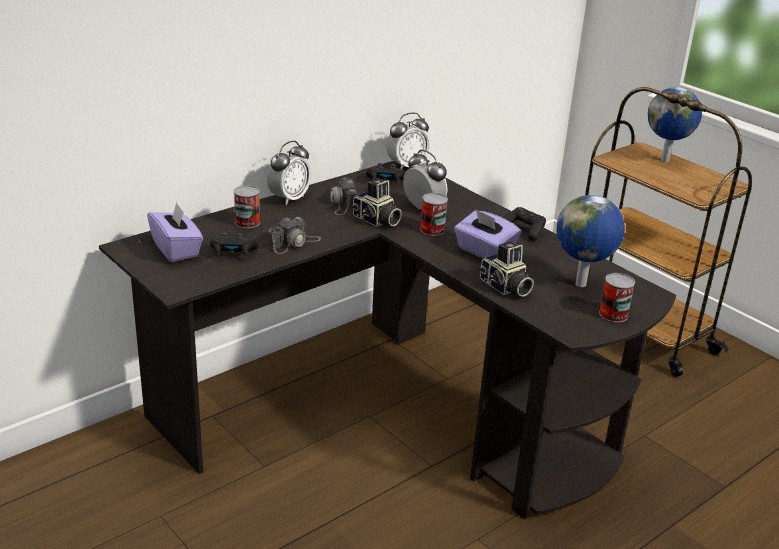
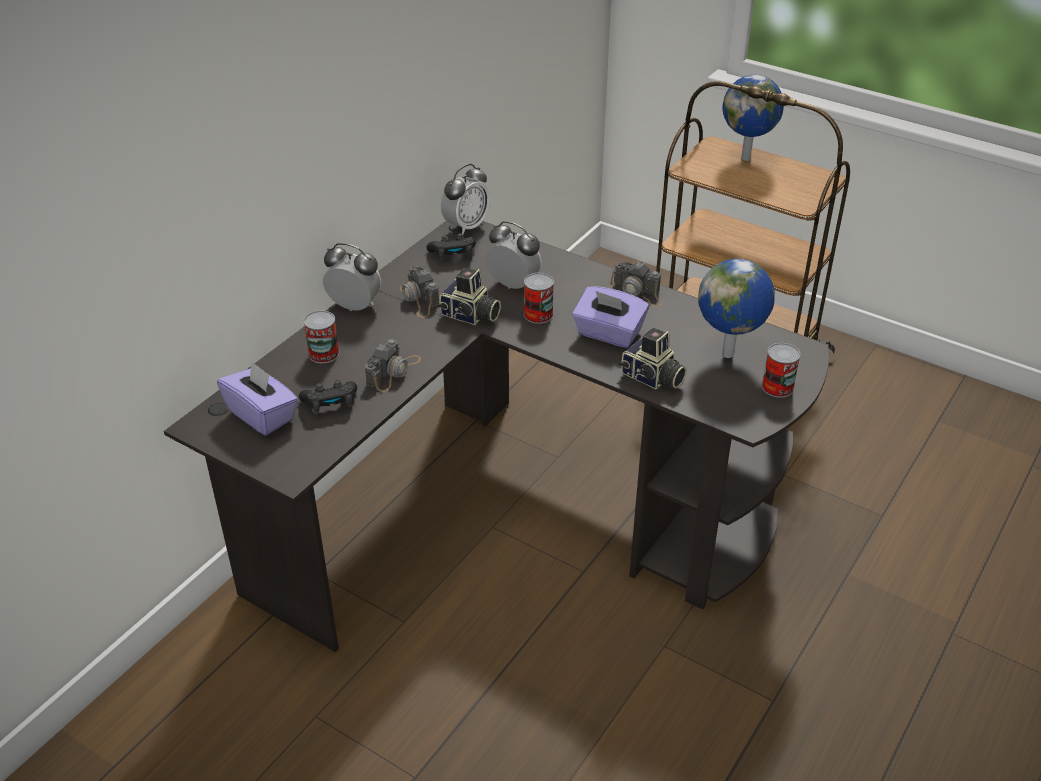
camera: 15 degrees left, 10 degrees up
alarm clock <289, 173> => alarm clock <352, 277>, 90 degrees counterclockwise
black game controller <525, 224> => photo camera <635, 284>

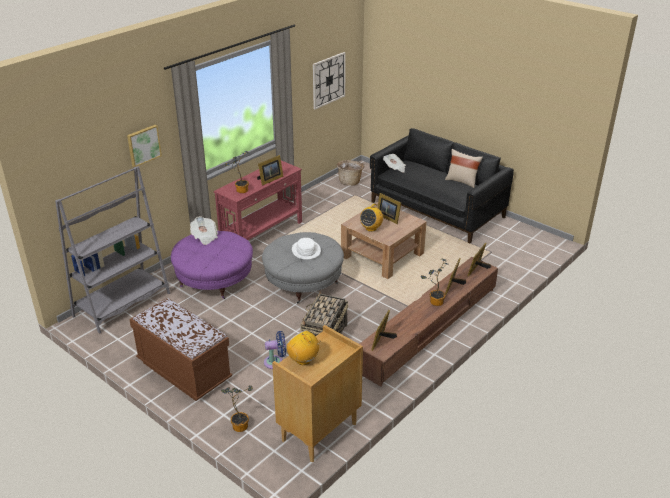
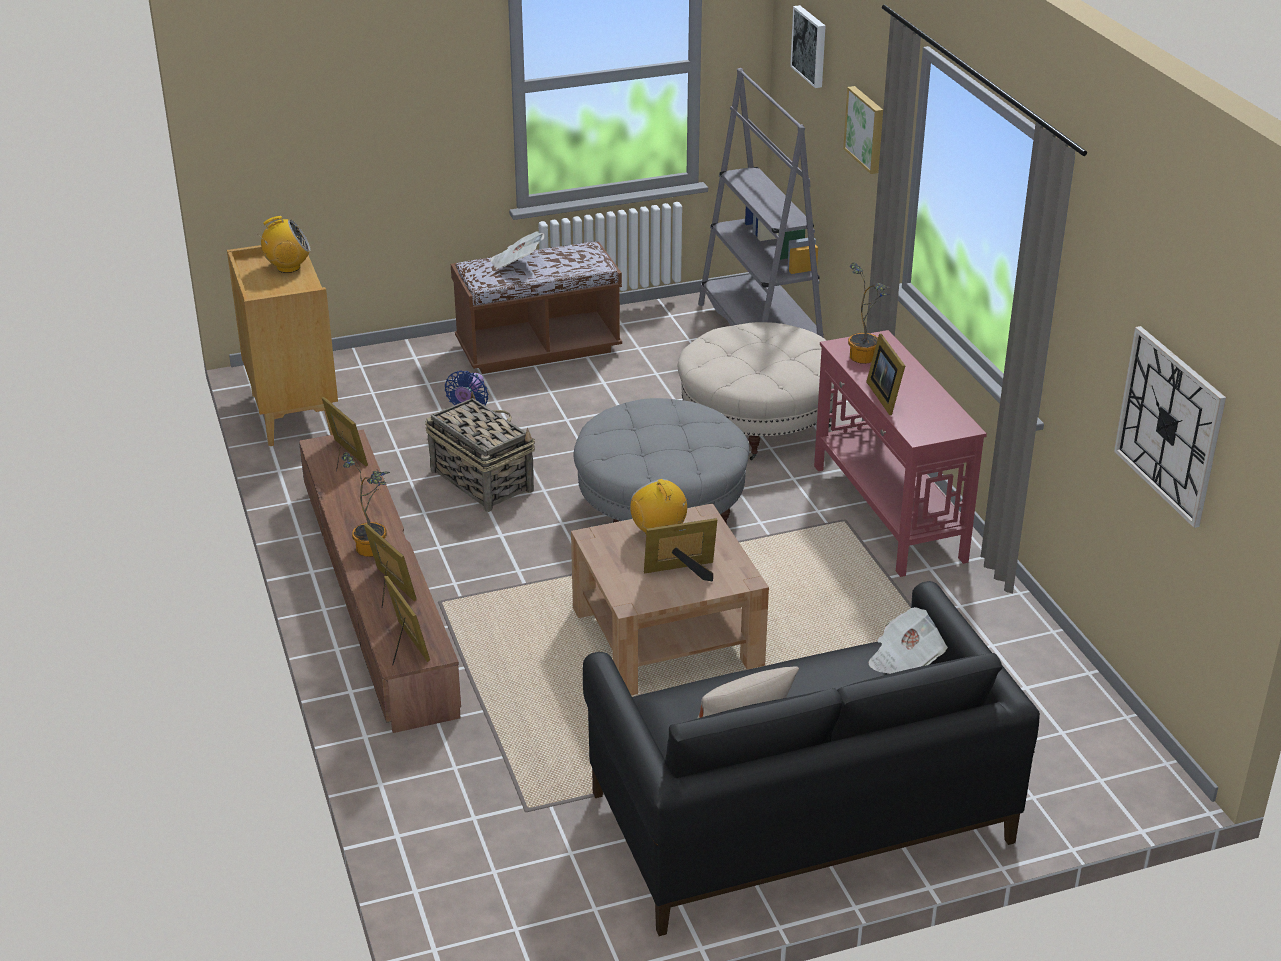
camera: 120 degrees right, 0 degrees up
newspaper <204, 230> => newspaper <517, 250>, relocated
purple ottoman <212, 265> => beige ottoman <756, 391>
nothing => picture <807, 46>
potted plant <237, 409> => nothing
white hat <306, 248> => nothing
basket <351, 173> => nothing

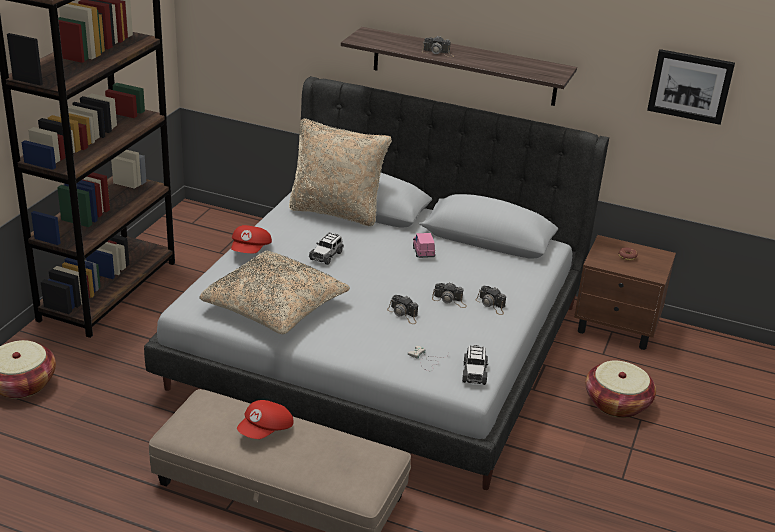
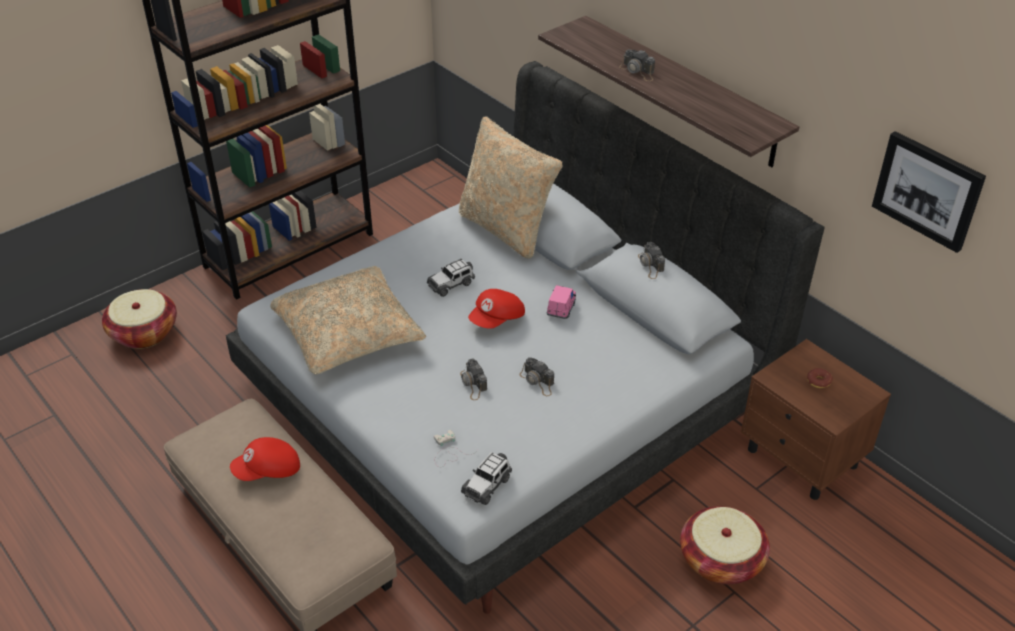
camera: 30 degrees right, 10 degrees up
red cap <251, 239> => red cap <496, 309>, relocated
photo camera <490, 300> => photo camera <651, 260>, relocated

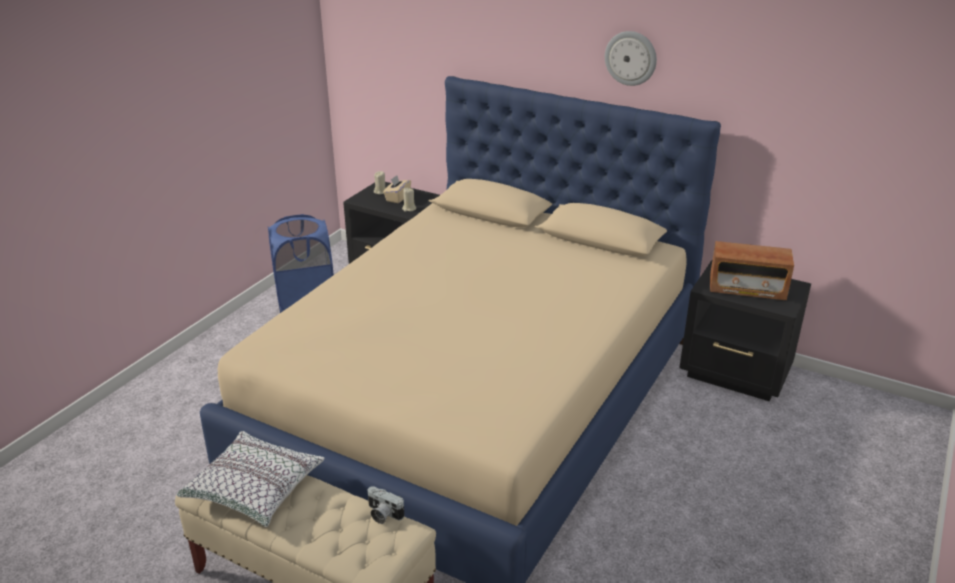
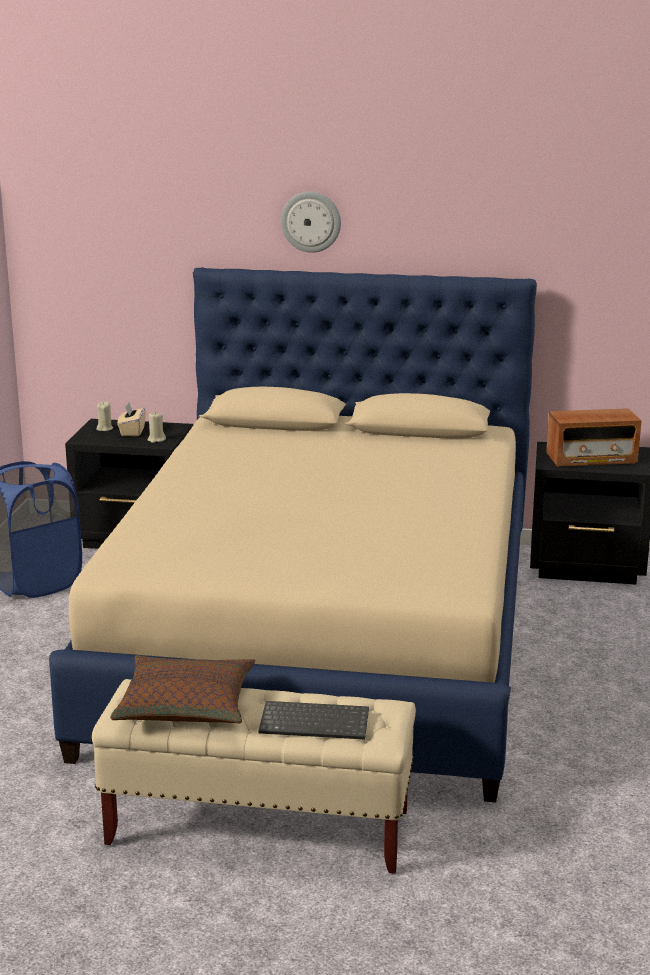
camera: 20 degrees left, 10 degrees down
white pillow <251, 479> => brown pillow <182, 689>
nothing => keyboard <314, 720>
wall clock <631, 58> => wall clock <311, 222>, relocated
photo camera <386, 505> => nothing

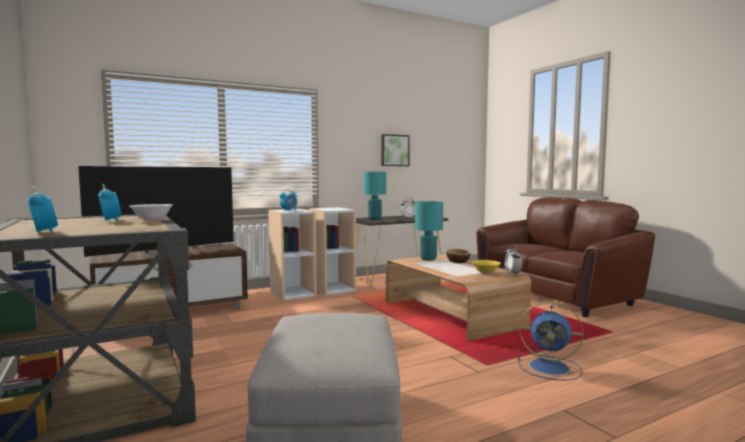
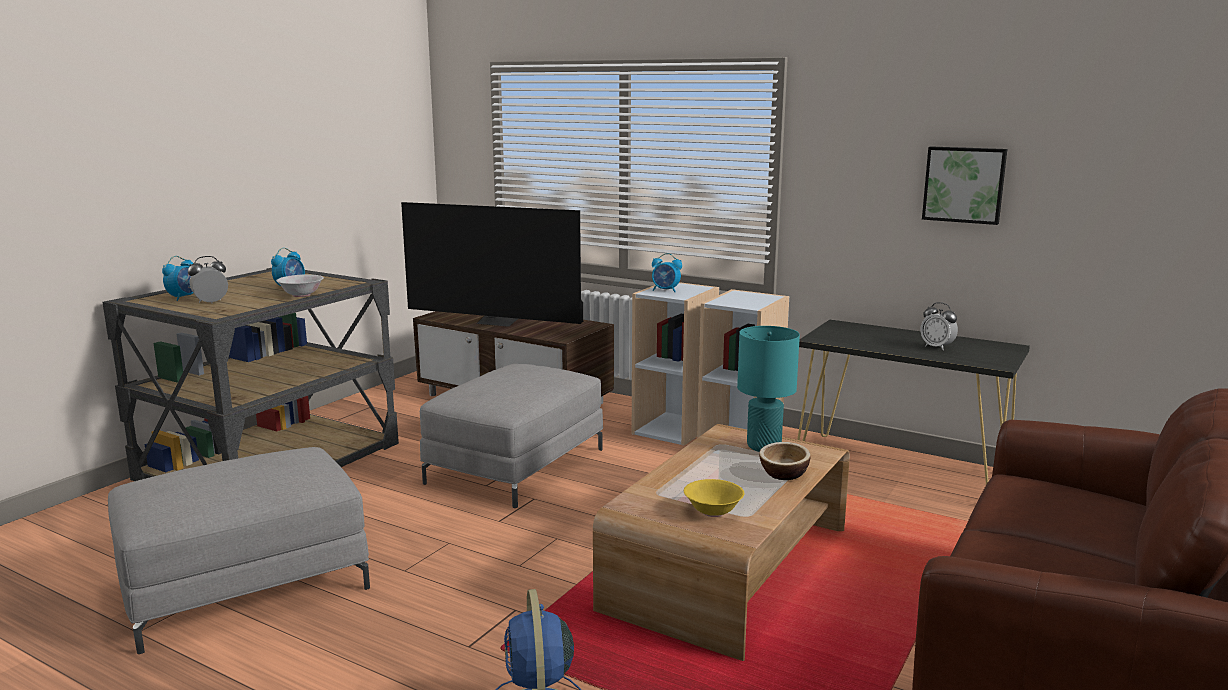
camera: 60 degrees right, 10 degrees up
alarm clock <513, 260> => alarm clock <208, 279>, relocated
nothing => grey ottoman <511, 436>
turquoise table lamp <374, 195> => nothing

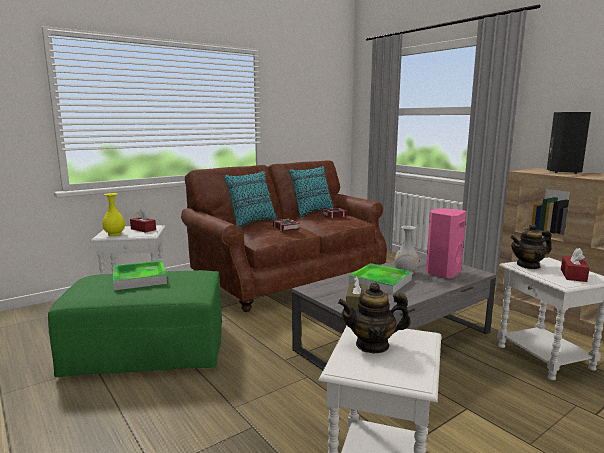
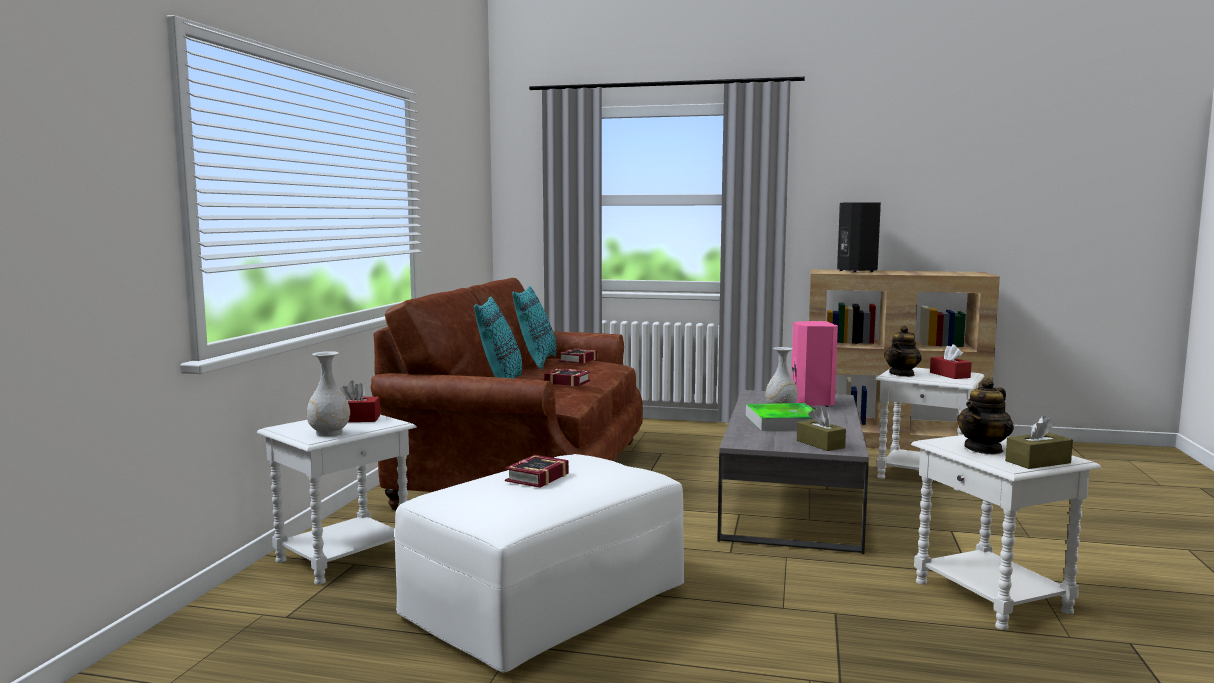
camera: 40 degrees left, 5 degrees down
yellow vase <114, 214> => white vase <328, 393>
green ottoman <135, 323> => white ottoman <539, 563>
tray <140, 275> => book <537, 471>
nothing => brown tissue box <1039, 442>

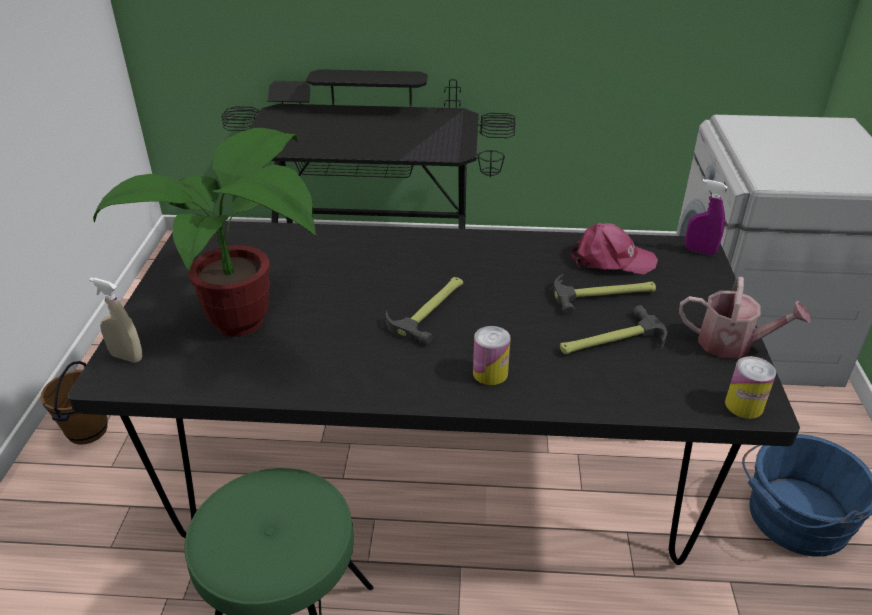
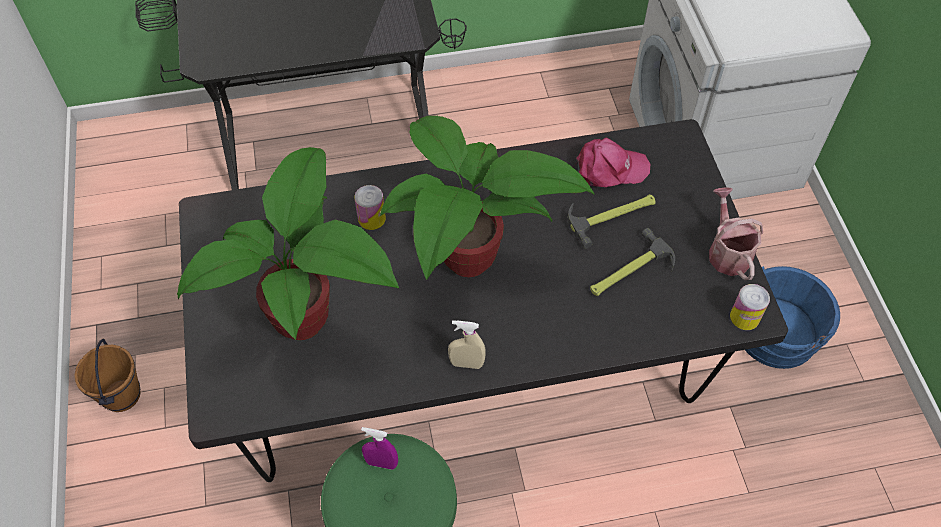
camera: 15 degrees left, 20 degrees up
can <492, 355> => can <370, 207>, relocated
purple spray bottle <706, 217> => purple spray bottle <379, 448>, relocated
hammer <424, 311> => potted plant <487, 198>
beige spray bottle <115, 320> => beige spray bottle <467, 344>, relocated
watering can <745, 317> => watering can <736, 233>, 105 degrees counterclockwise

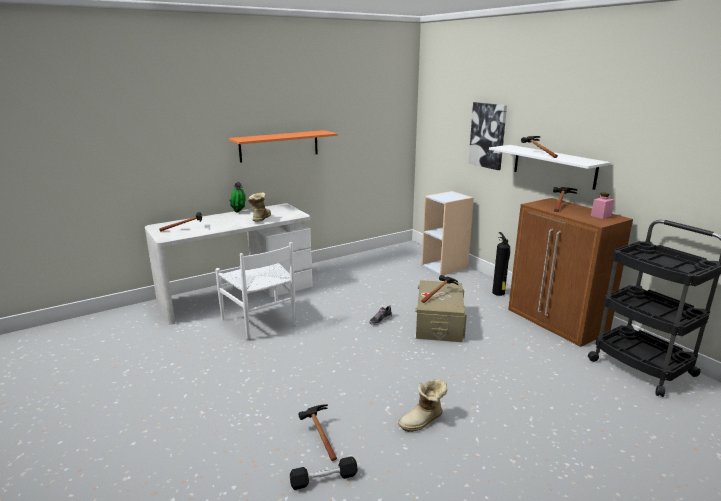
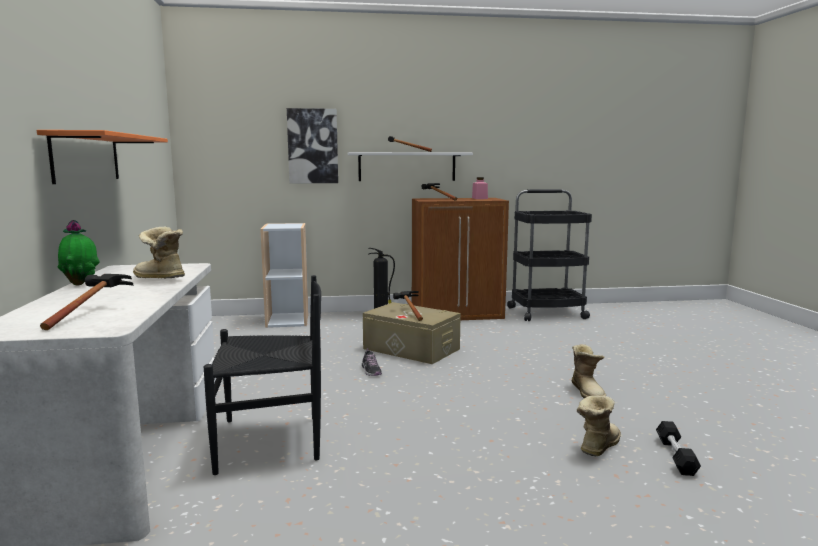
camera: 65 degrees left, 10 degrees down
white chair <255, 291> => black chair <262, 375>
hammer <318, 432> => boot <599, 425>

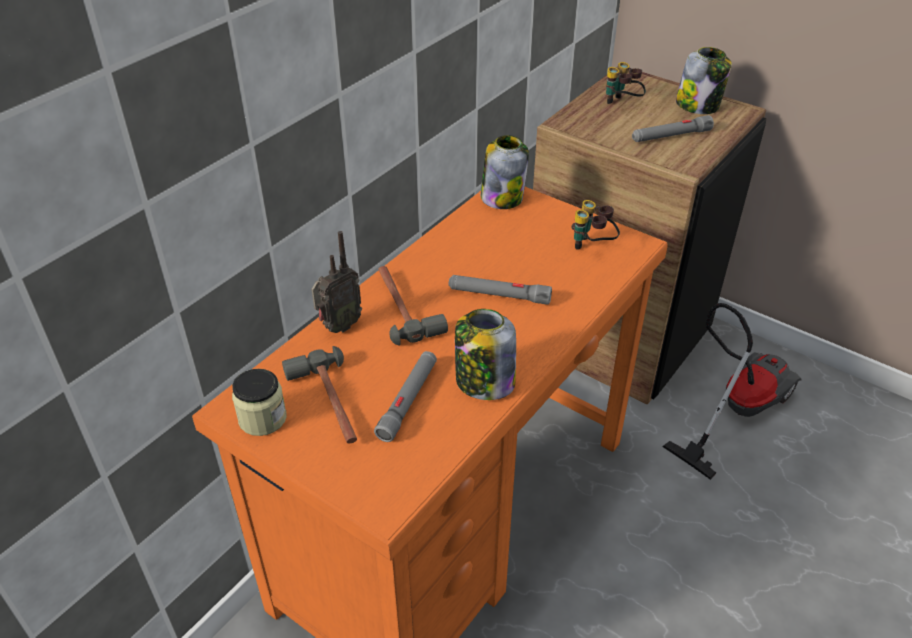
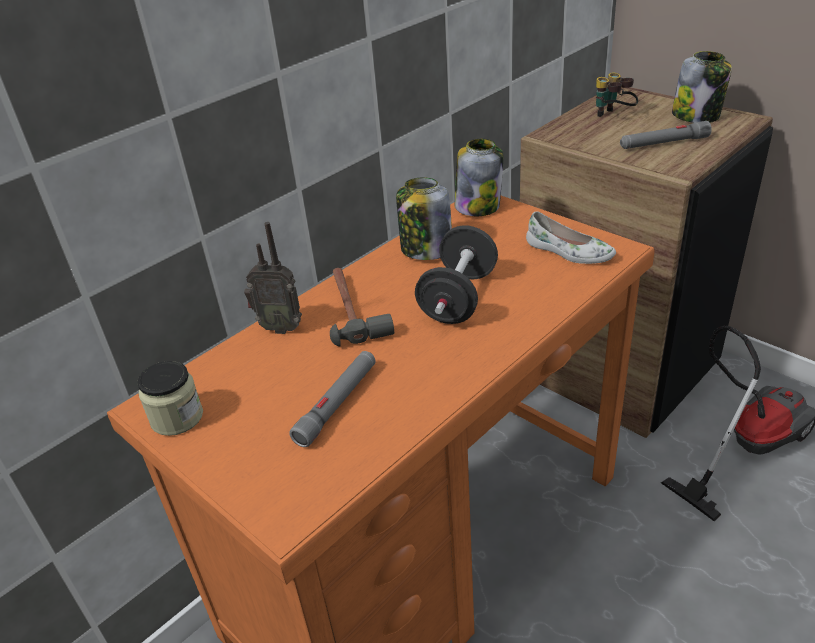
camera: 10 degrees right, 5 degrees down
radio <336, 282> => radio <273, 278>, 45 degrees clockwise
jar <485, 354> => jar <424, 219>, relocated
grey flashlight <500, 290> => black dumbbell <456, 275>
binoculars <595, 225> => white shoe <571, 237>
hammer <319, 395> => nothing

